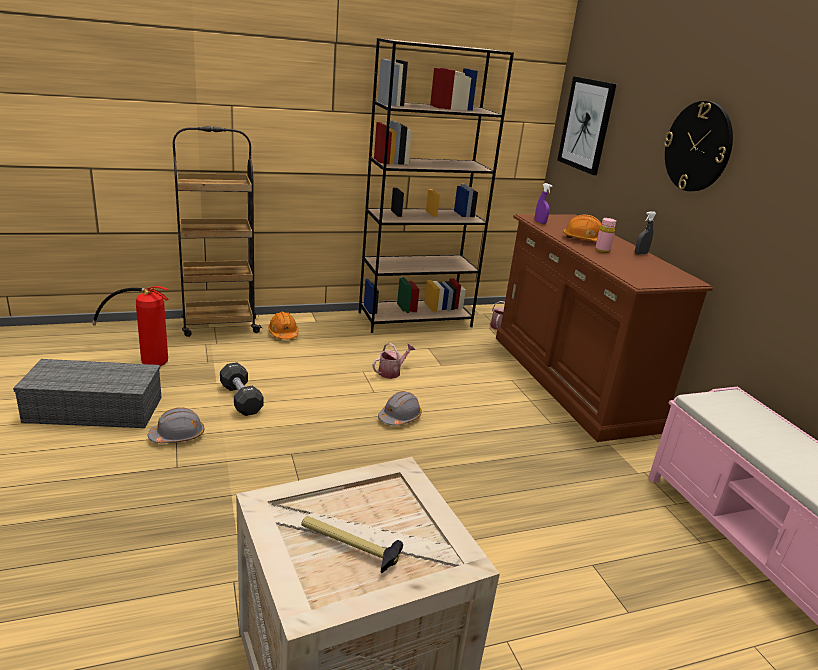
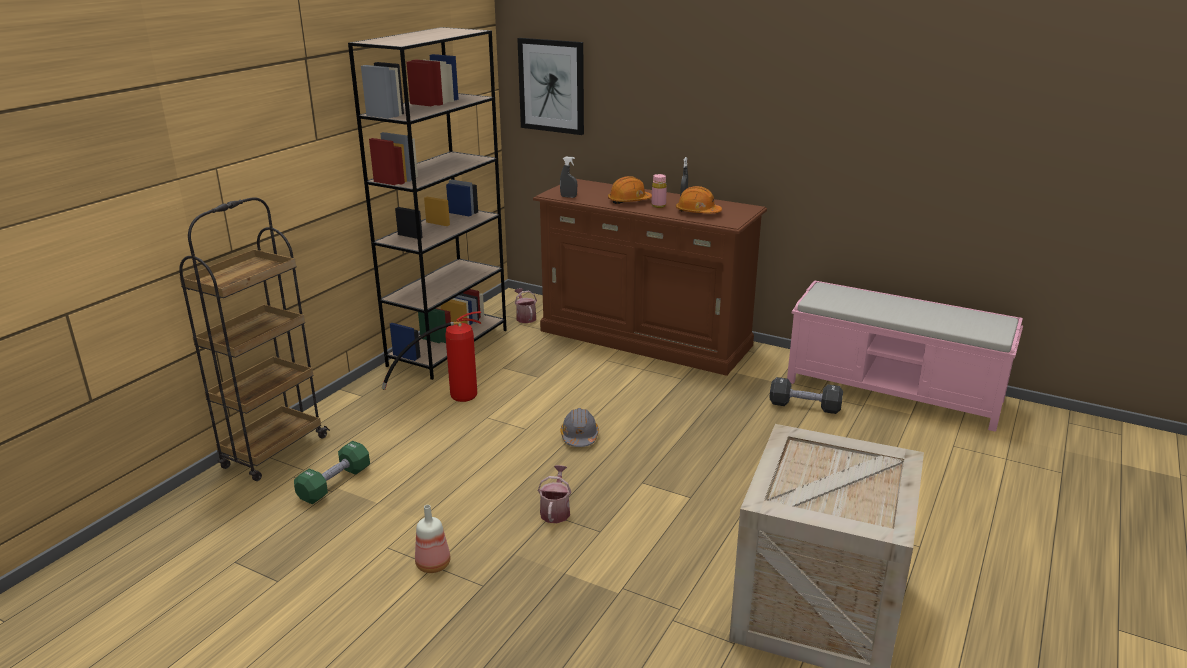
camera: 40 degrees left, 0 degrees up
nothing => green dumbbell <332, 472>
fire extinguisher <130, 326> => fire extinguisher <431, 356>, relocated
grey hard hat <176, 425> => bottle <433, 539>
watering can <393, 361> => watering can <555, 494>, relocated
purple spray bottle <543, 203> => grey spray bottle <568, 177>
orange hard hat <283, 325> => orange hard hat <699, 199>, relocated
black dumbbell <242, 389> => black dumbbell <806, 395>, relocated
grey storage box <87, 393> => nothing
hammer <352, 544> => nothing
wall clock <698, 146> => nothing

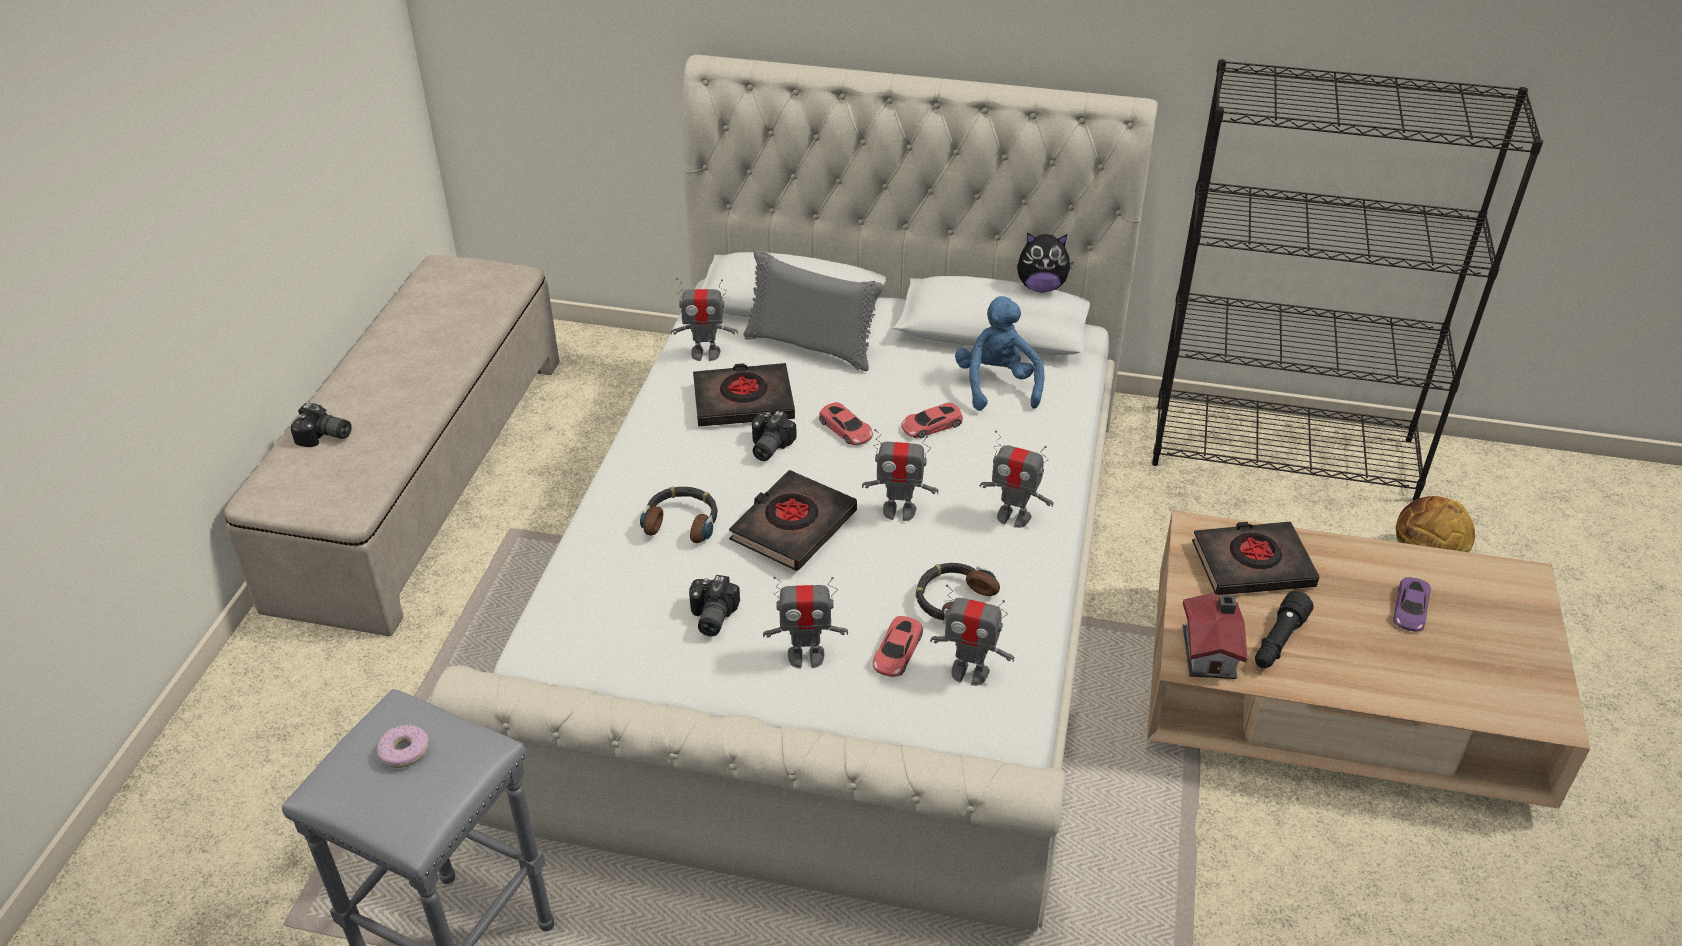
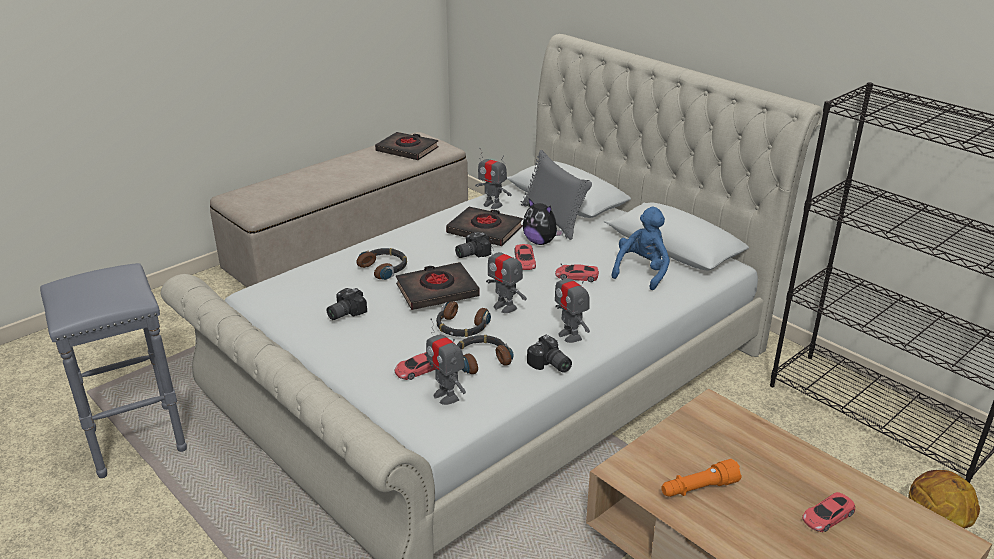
camera: 35 degrees right, 10 degrees down
black book <1255, 558> => black book <407, 146>, relocated
nothing => headphones <463, 319>
plush toy <1045, 262> => plush toy <543, 222>, relocated
photo camera <321, 425> => photo camera <549, 354>, relocated
black flashlight <1284, 629> => orange flashlight <701, 478>
purple toy car <1412, 604> => red toy car <828, 512>
donut <403, 746> => nothing
toy robot <805, 622> => nothing
toy house <1215, 636> => nothing

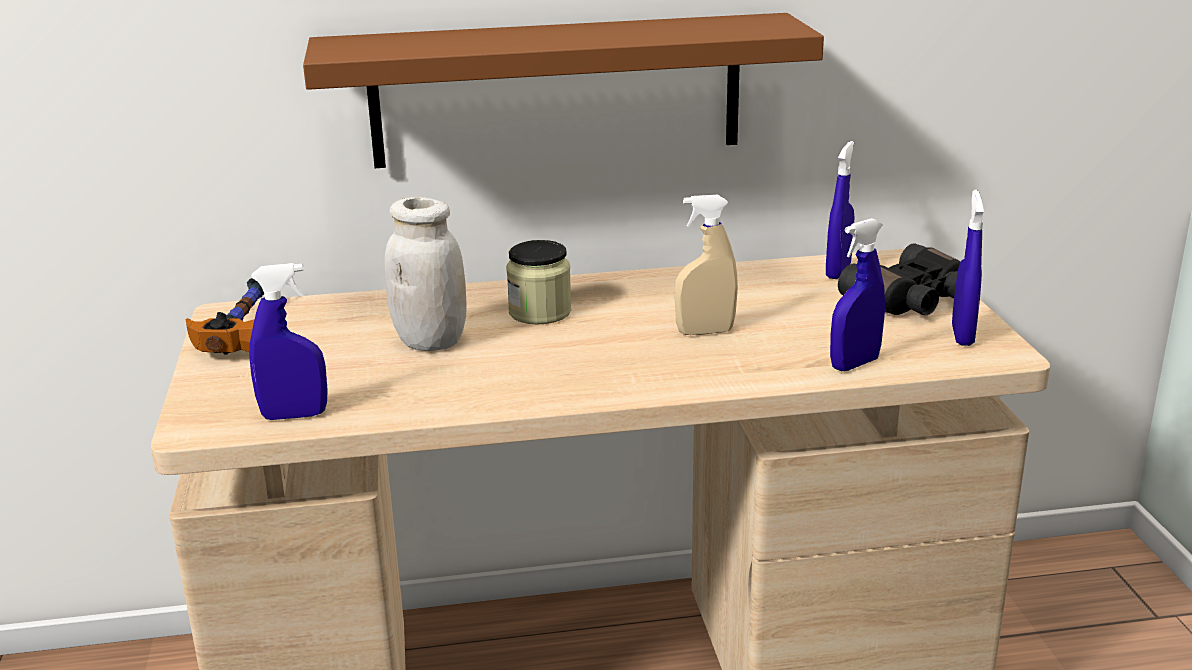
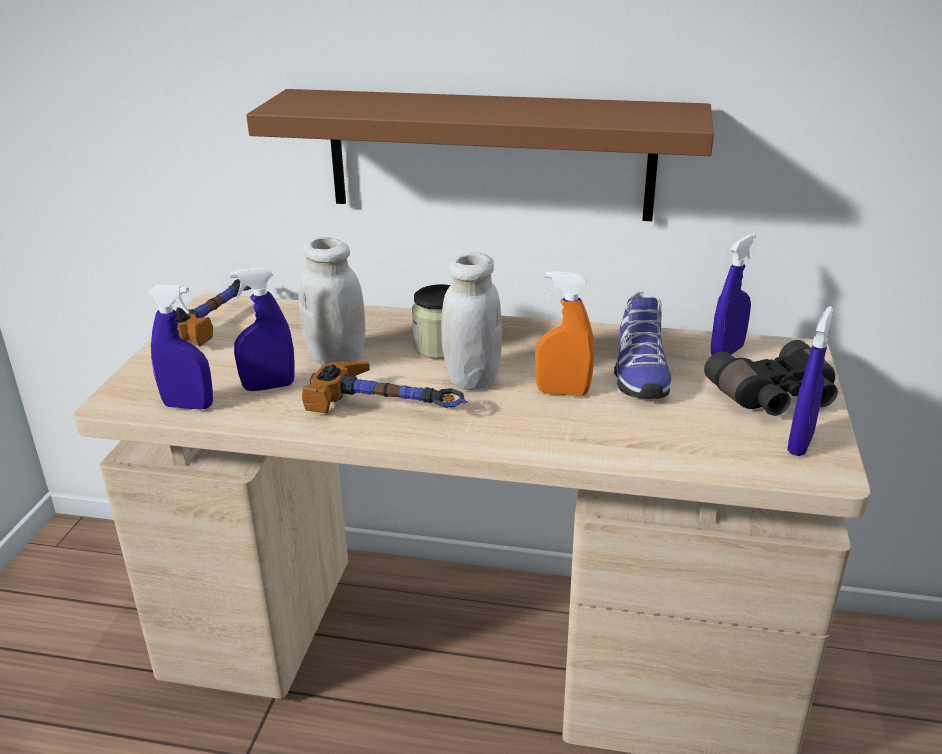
camera: 20 degrees right, 5 degrees up
blue spray bottle <857, 294> => blue spray bottle <262, 329>, relocated
nothing => hammer <385, 387>
nothing => white jar <471, 321>
beige spray bottle <706, 265> => orange spray bottle <564, 333>
nothing => shoe <643, 345>

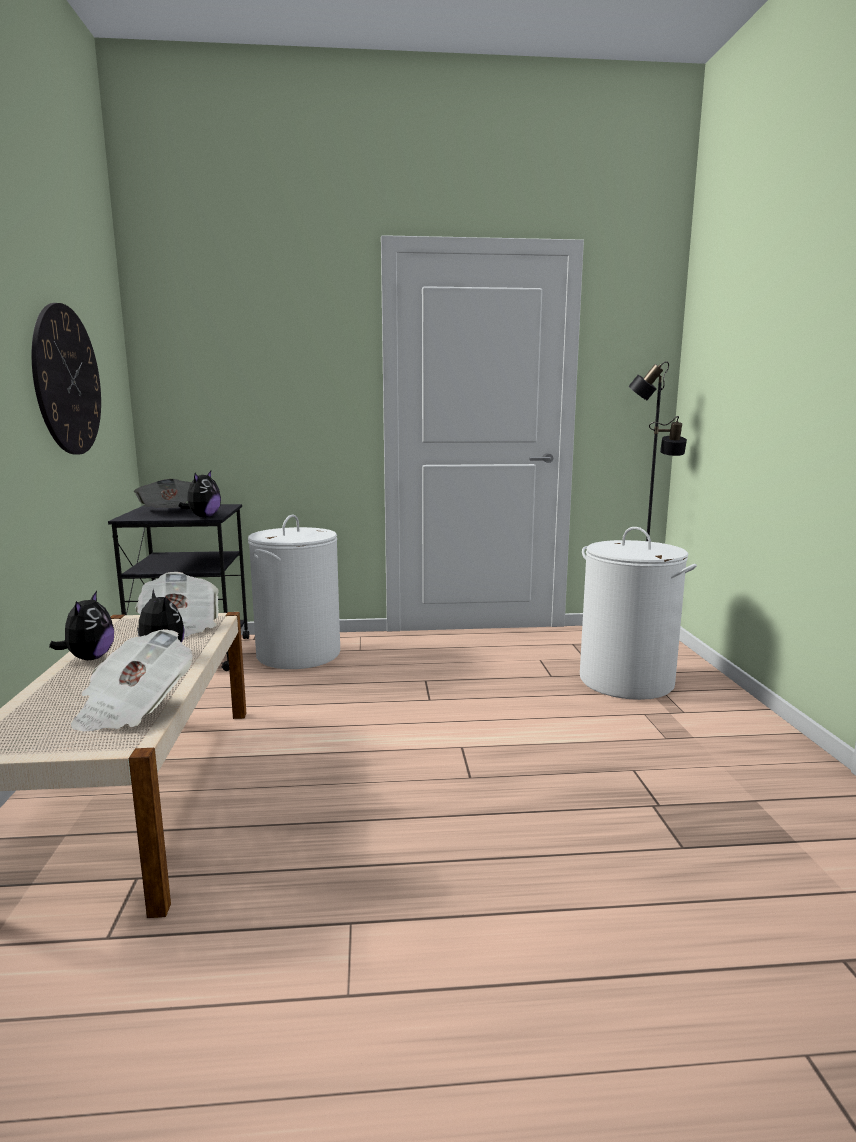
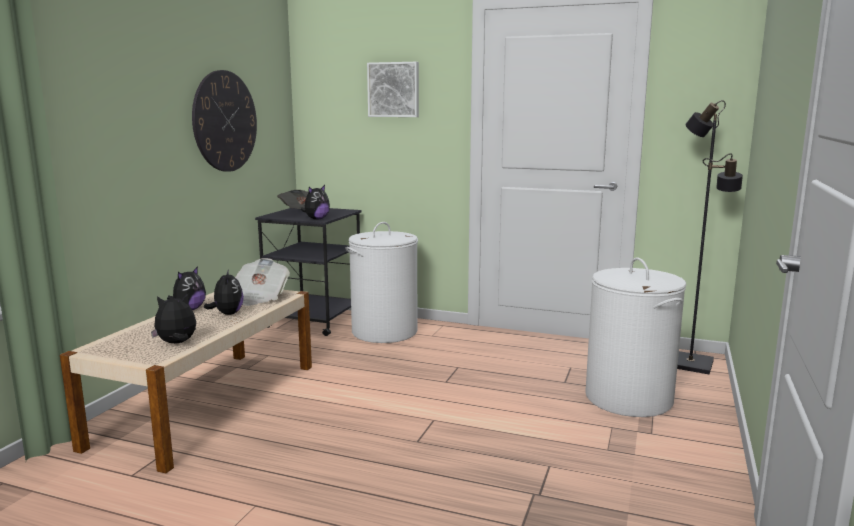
camera: 25 degrees right, 0 degrees up
newspaper <132, 680> => plush toy <173, 319>
nothing => picture <393, 89>

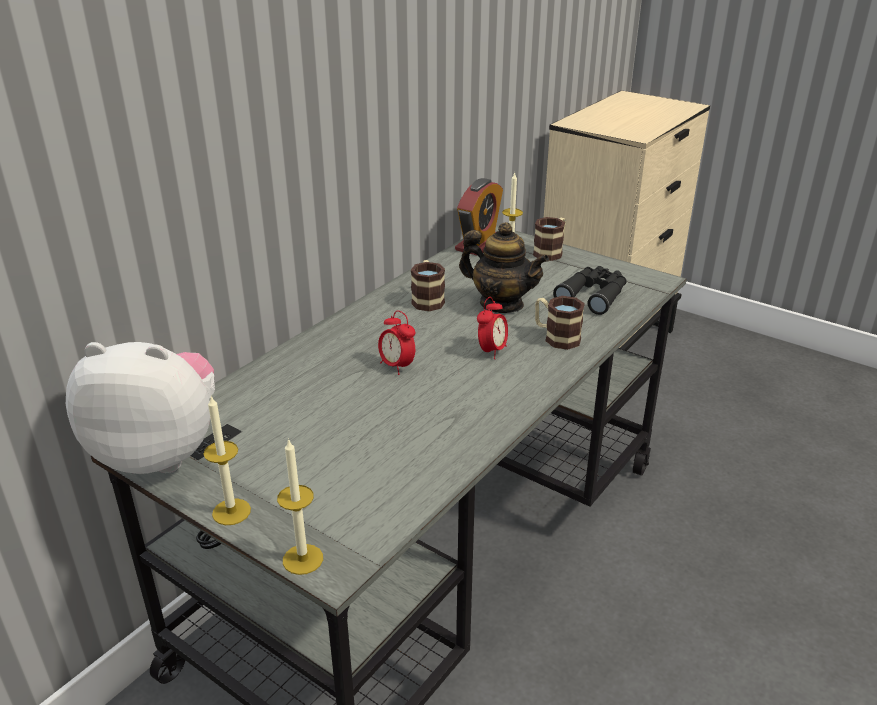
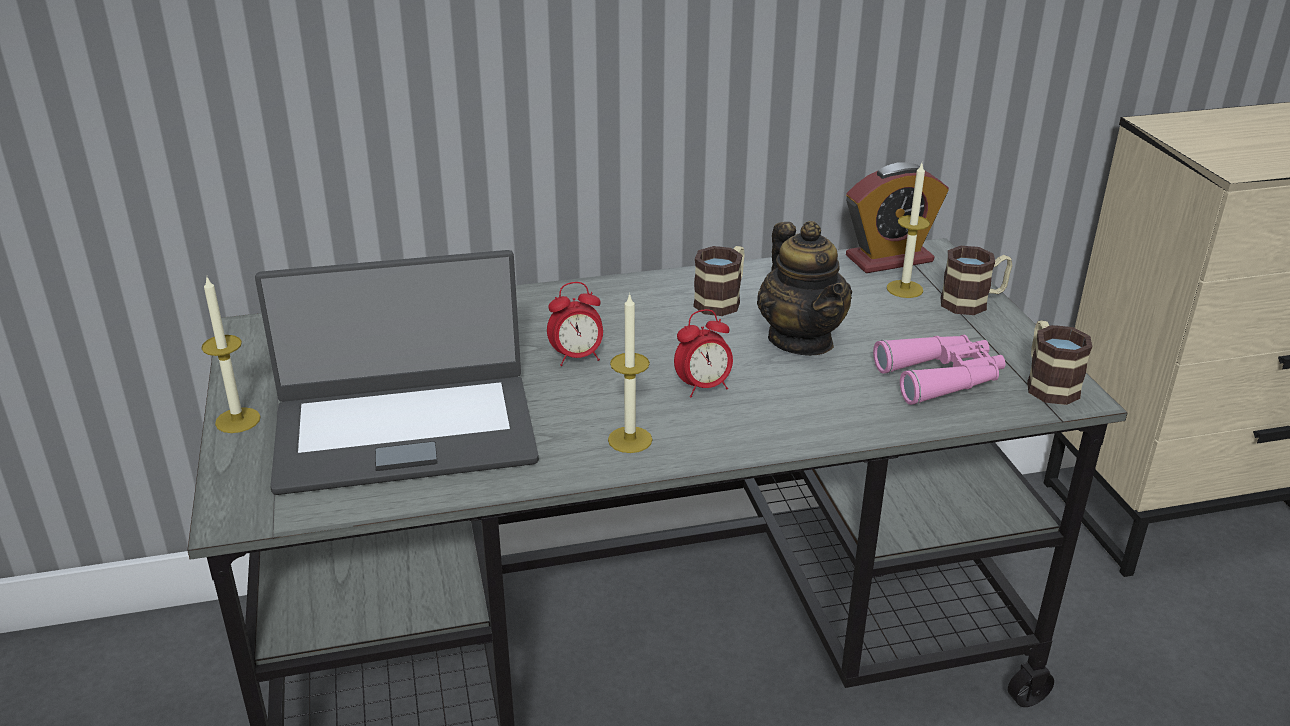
camera: 40 degrees right, 0 degrees up
nothing => laptop <397, 372>
alarm clock <396, 343> => alarm clock <575, 324>, 105 degrees counterclockwise
candle <300, 506> => candle <630, 373>, relocated
black binoculars <589, 290> => pink binoculars <939, 370>
mug <560, 323> => mug <1060, 362>, relocated
plush toy <140, 408> => nothing

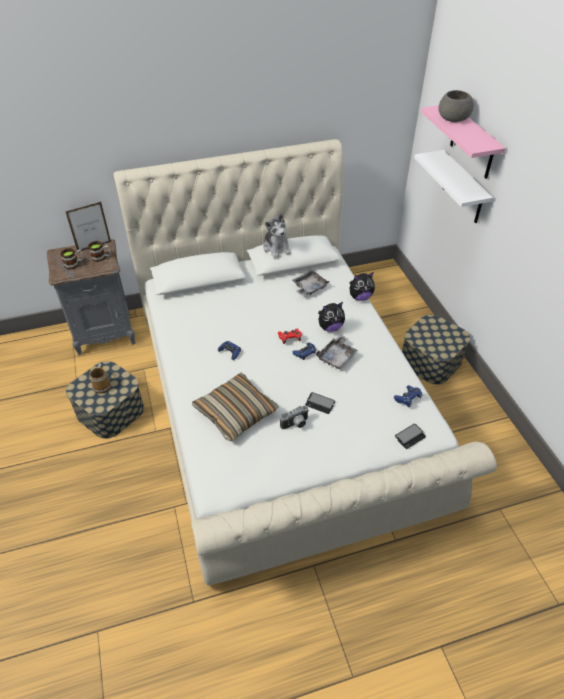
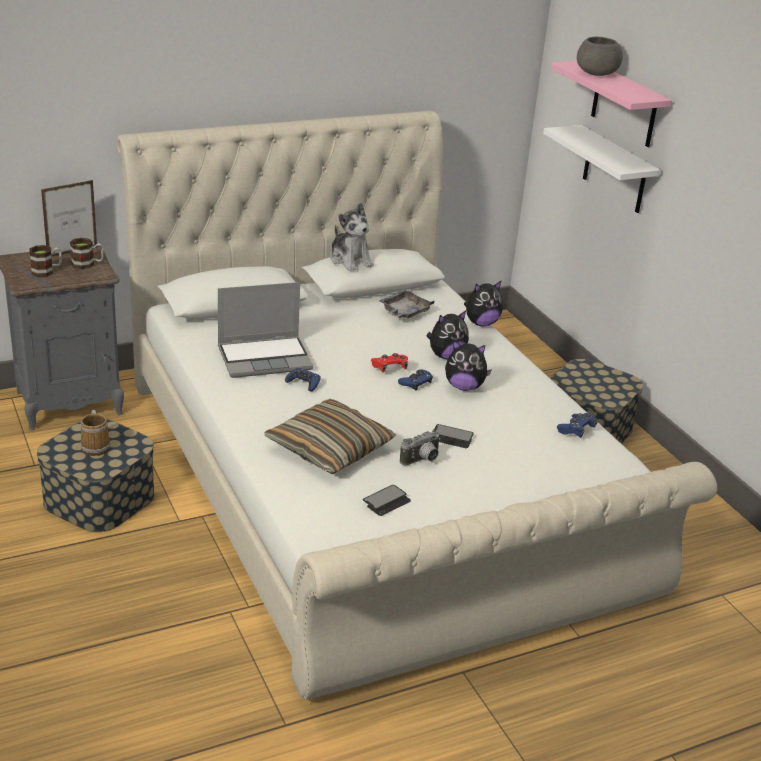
camera: 10 degrees left, 15 degrees down
nothing => laptop <266, 330>
phone <410, 436> => phone <387, 500>, relocated
grey tray <337, 352> => plush toy <468, 365>

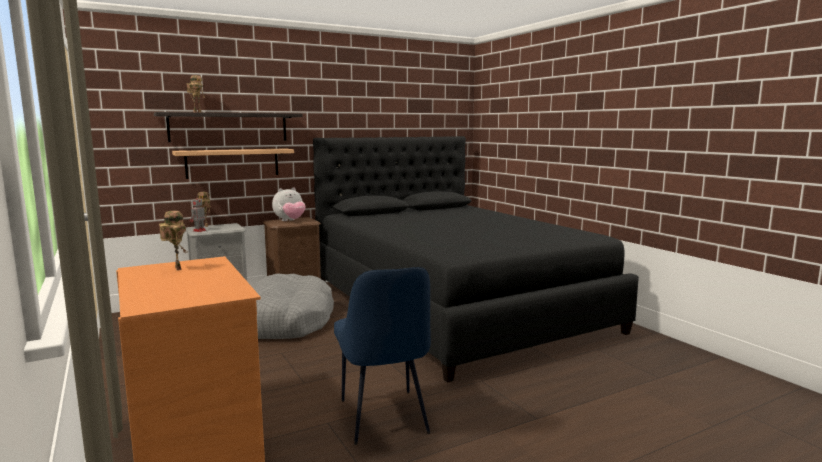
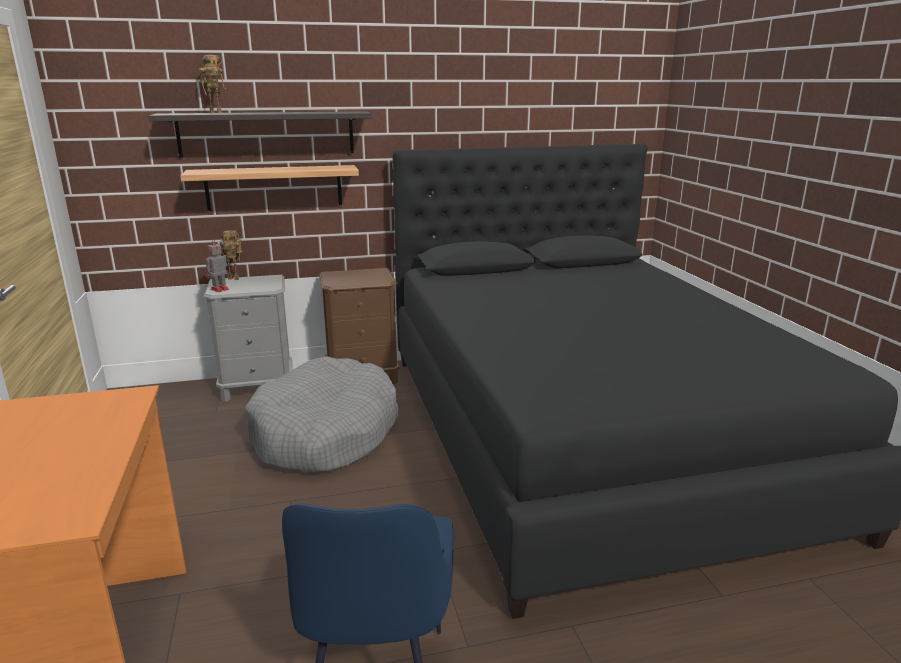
camera: 15 degrees right, 10 degrees up
toy robot <173, 240> => nothing
plush toy <289, 204> => nothing

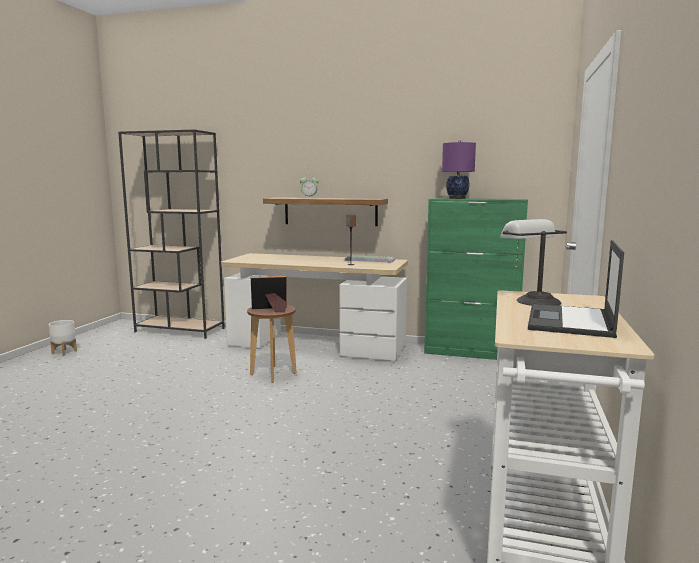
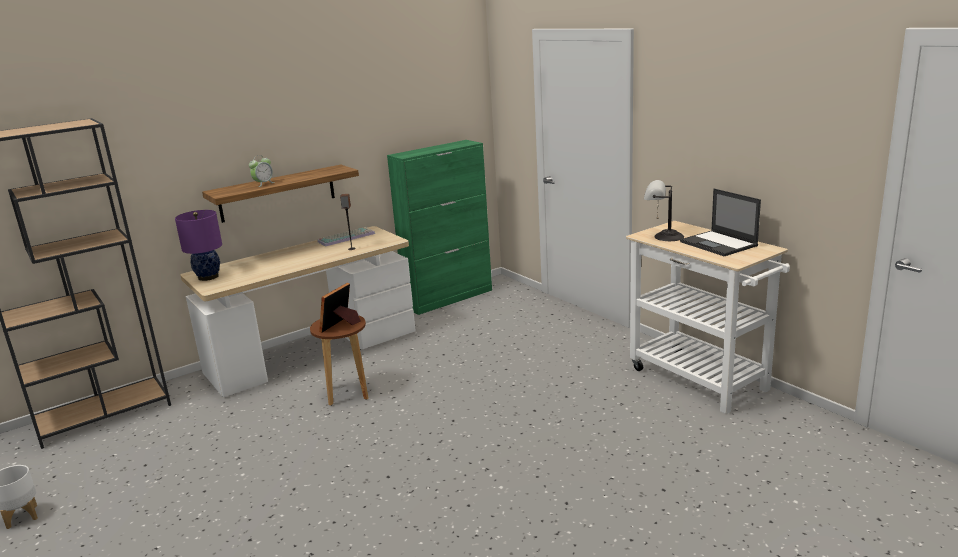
camera: 50 degrees left, 10 degrees up
purple table lamp <459, 169> => purple table lamp <198, 245>, relocated

